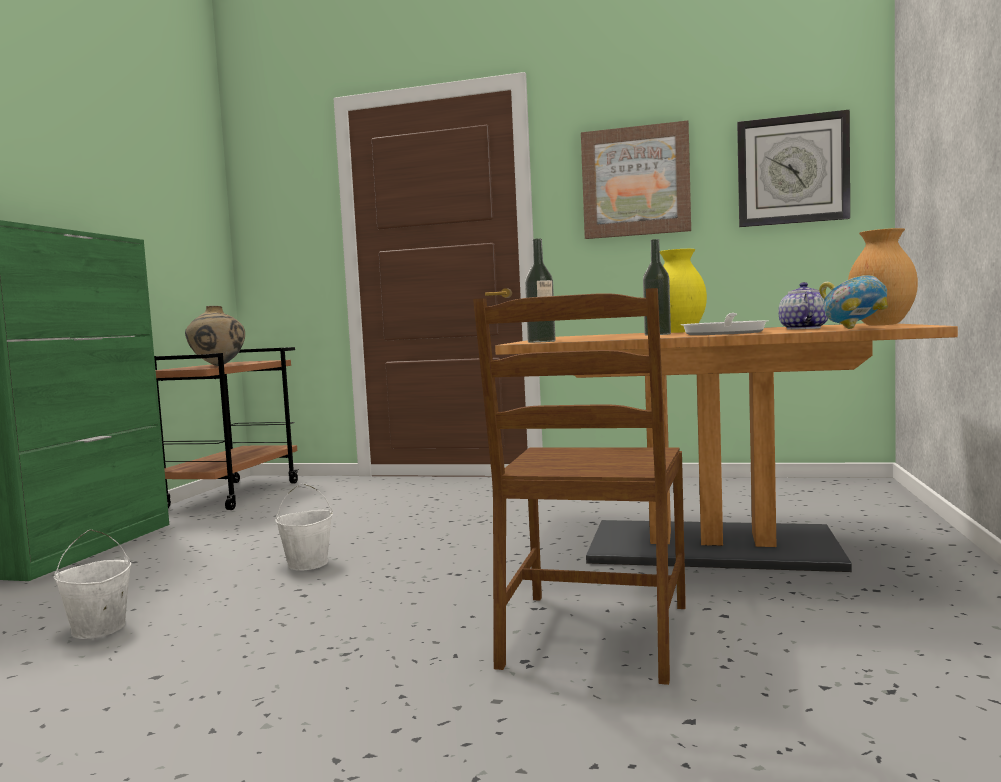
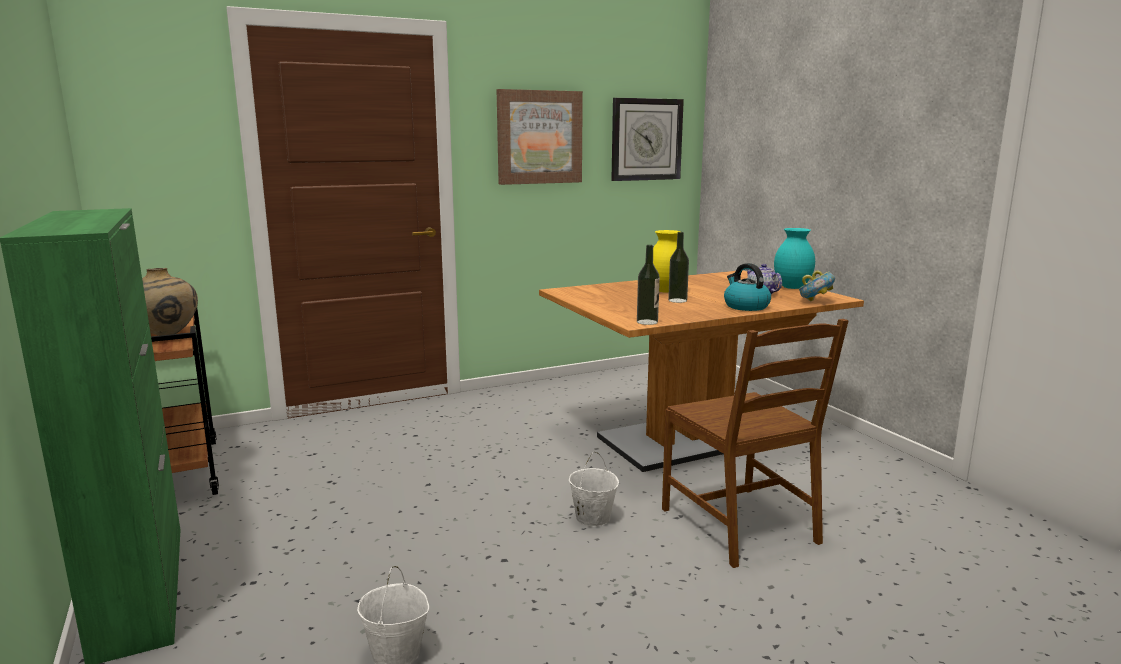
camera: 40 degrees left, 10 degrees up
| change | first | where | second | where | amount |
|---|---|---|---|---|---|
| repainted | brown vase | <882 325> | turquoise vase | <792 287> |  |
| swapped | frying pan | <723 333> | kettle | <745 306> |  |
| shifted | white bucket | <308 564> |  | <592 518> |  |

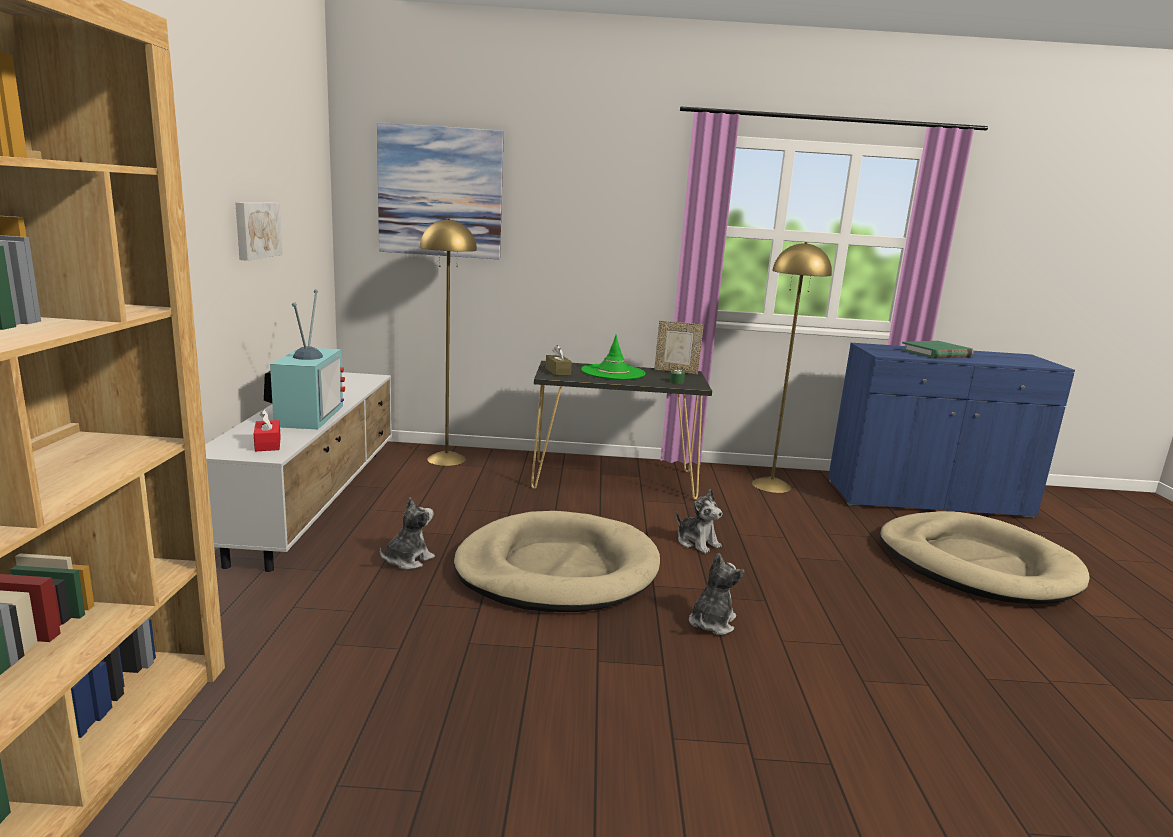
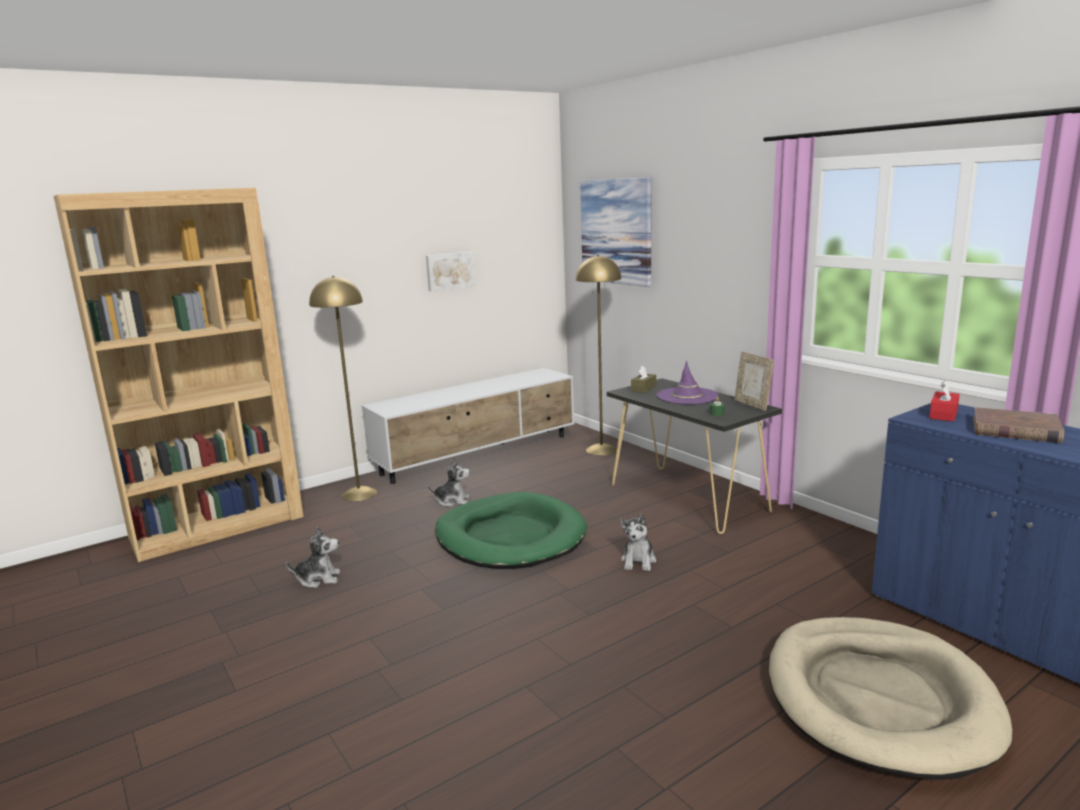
camera: 55 degrees right, 0 degrees up
| change | first | where | second | where | amount |
|---|---|---|---|---|---|
| shifted | yellow floor lamp | <771 485> |  | <359 494> |  |
| gone | television | <306 415> |  |  |  |
| repainted | green hat | <613 372> | purple hat | <687 396> |  |
| repainted | green book | <936 353> | brown book | <1015 430> |  |
| shifted | red tissue box | <268 444> |  | <943 414> |  |
| repainted | beige dog bed | <557 569> | green dog bed | <510 537> |  |
| shifted | plush toy | <711 623> |  | <318 579> |  |

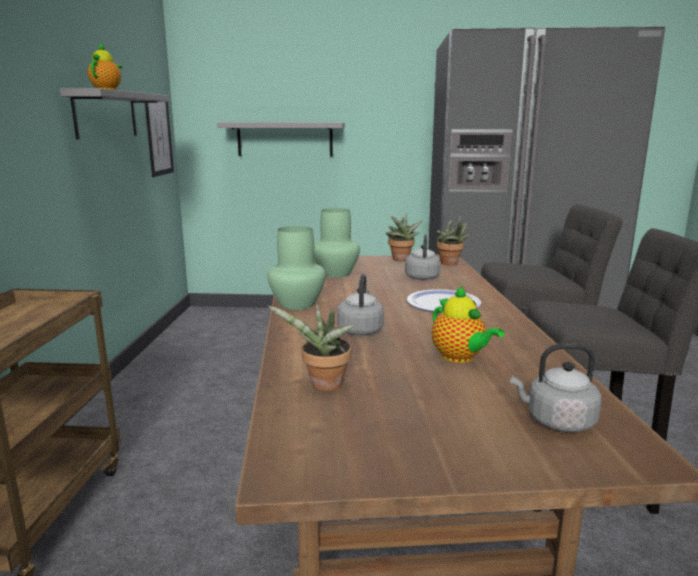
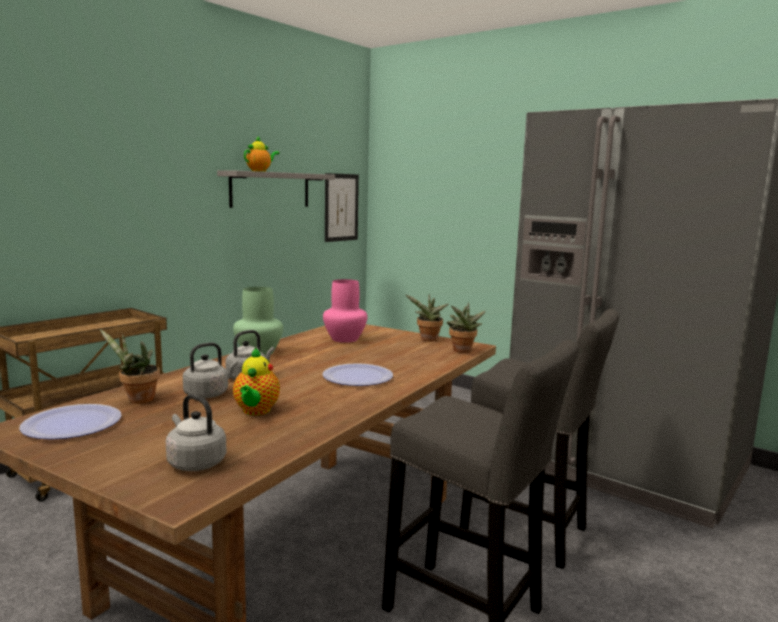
camera: 35 degrees right, 5 degrees down
| change | first | where | second | where | amount |
|---|---|---|---|---|---|
| gone | grey shelf | <284 139> |  |  |  |
| repainted | green vase | <336 273> | pink vase | <345 339> |  |
| shifted | grey kettle | <422 277> |  | <208 394> |  |
| new |  |  | plate | <72 424> |  |

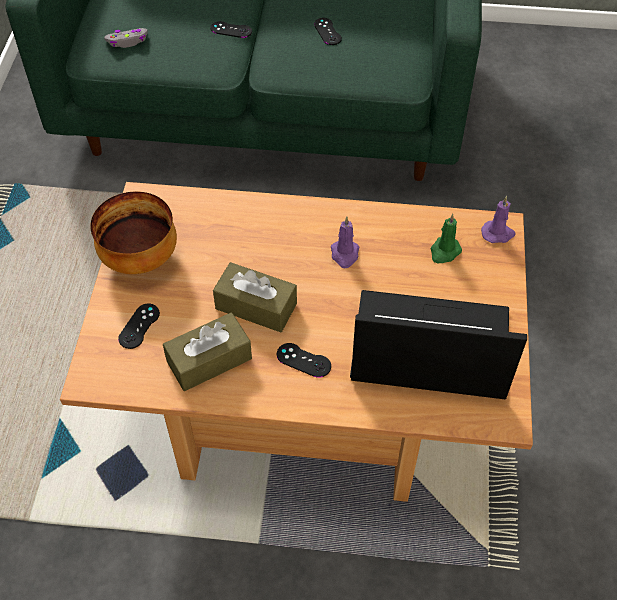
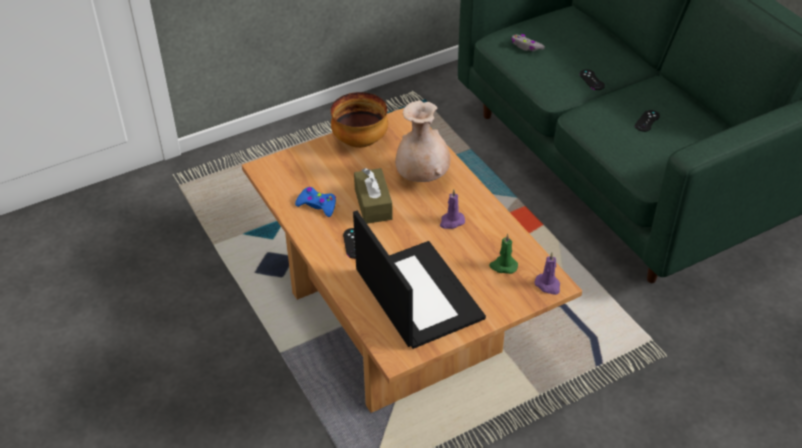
camera: 55 degrees right, 10 degrees down
| change | first | where | second | where | amount |
|---|---|---|---|---|---|
| gone | black game controller | <139 326> |  |  |  |
| swapped | brown tissue box | <209 360> | blue game controller | <317 205> |  |
| new |  |  | beige vase | <422 177> |  |

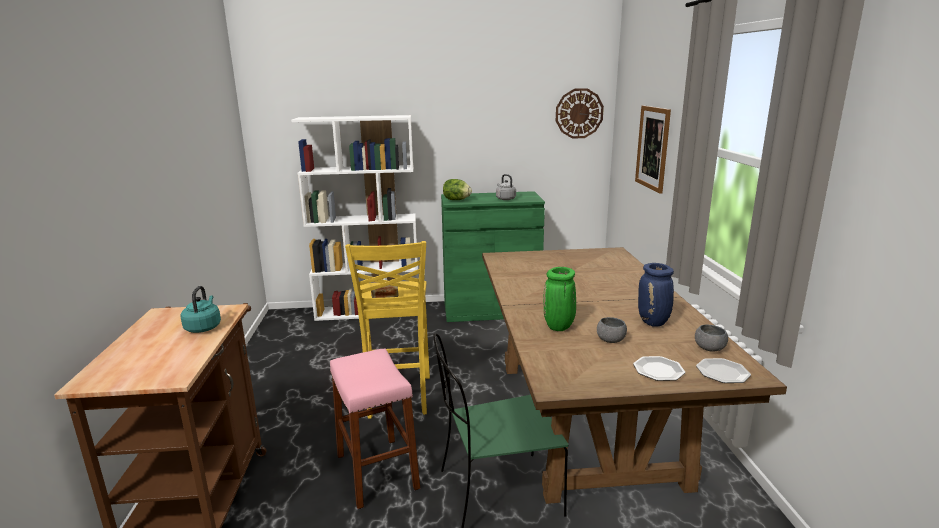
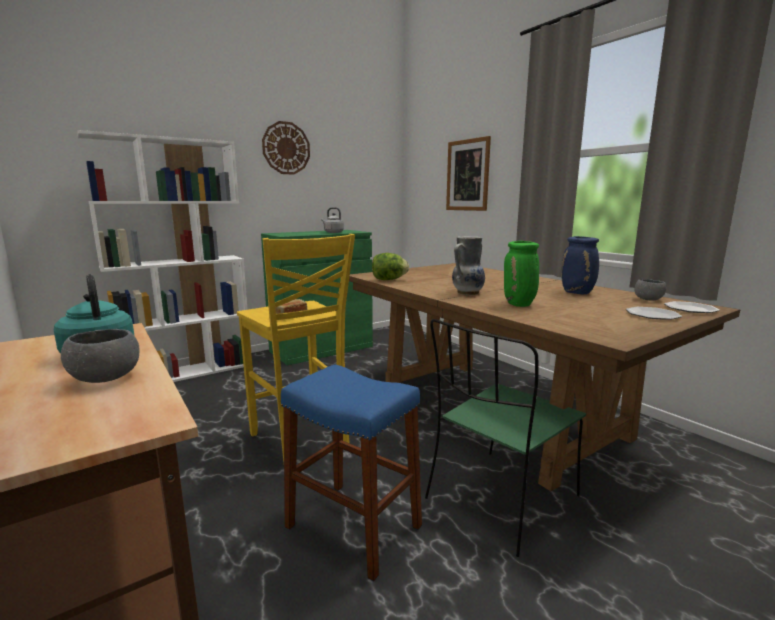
camera: 30 degrees left, 5 degrees down
| change | first | where | second | where | amount |
|---|---|---|---|---|---|
| shifted | wall clock | <579 113> |  | <286 148> |  |
| shifted | lettuce | <456 200> |  | <389 280> |  |
| shifted | grey bowl | <611 340> |  | <106 378> |  |
| repainted | pink stool | <377 471> | blue stool | <353 526> |  |
| new |  |  | vase | <467 293> |  |

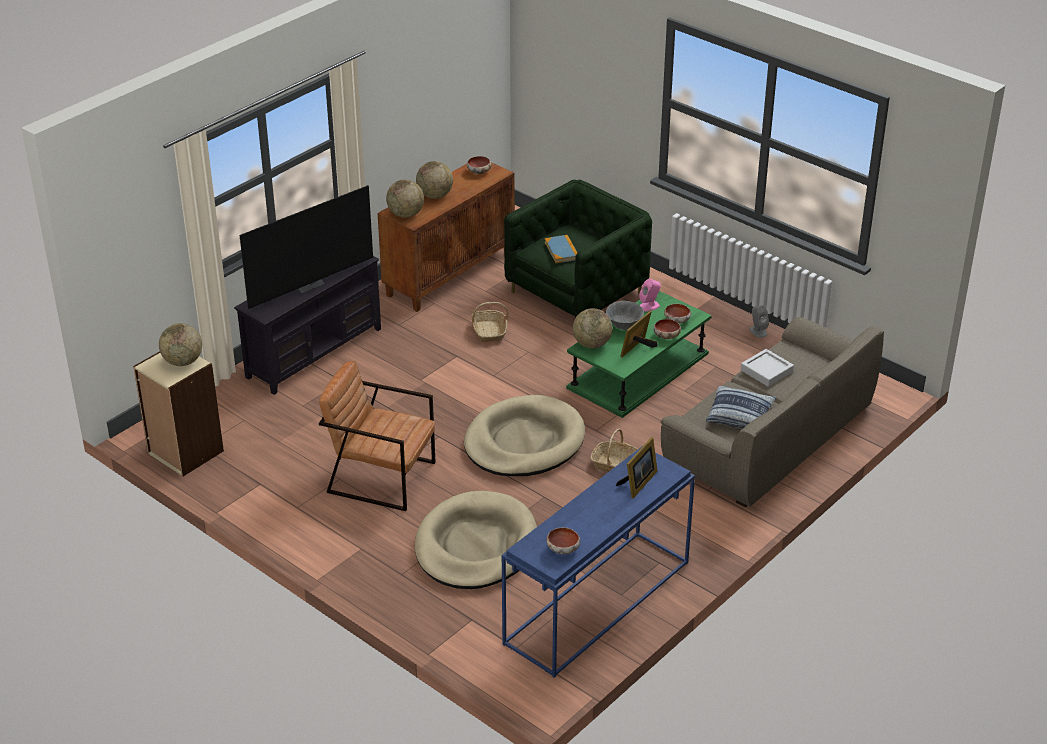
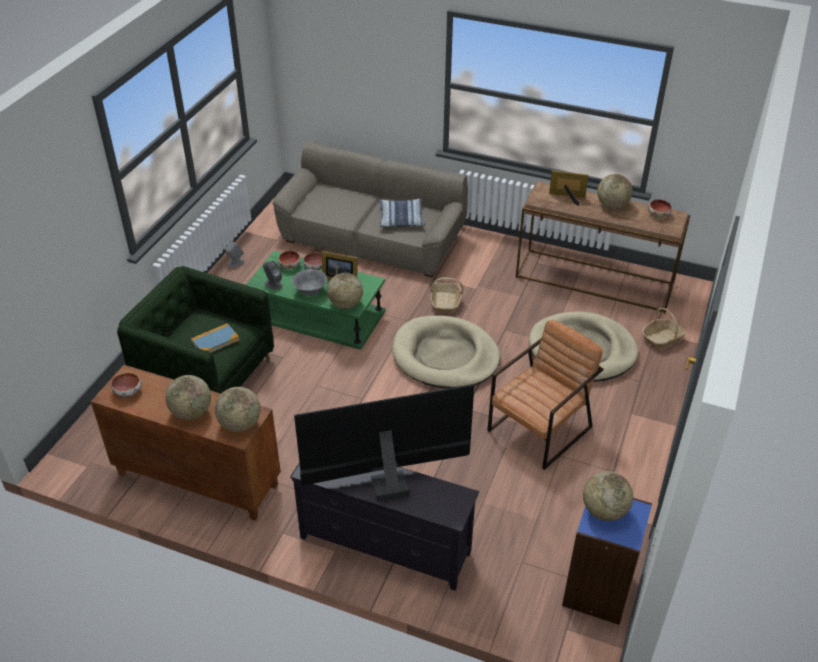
camera: 110 degrees left, 5 degrees up
| change | first | where | second | where | amount |
|---|---|---|---|---|---|
| rotated | television | <308 284> |  | <388 481> | 45 degrees counterclockwise |
| repainted | pink speaker | <649 306> | grey speaker | <273 284> |  |
| shifted | basket | <489 331> |  | <662 339> |  |
| gone | grey tray | <766 371> |  |  |  |
| repainted | beige bookcase | <185 452> | blue bookcase | <598 591> |  |
| rotated | brown armchair | <381 477> |  | <540 429> | 135 degrees counterclockwise |
| repainted | blue console table | <598 604> | brown console table | <595 280> |  |
| new |  |  | globe | <612 205> |  |

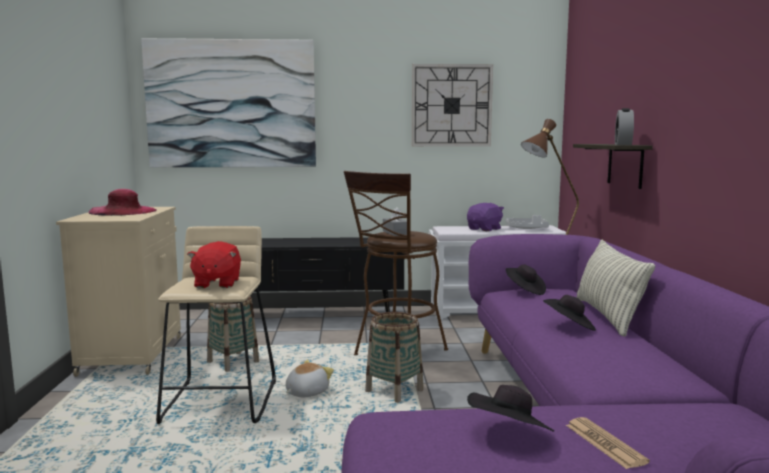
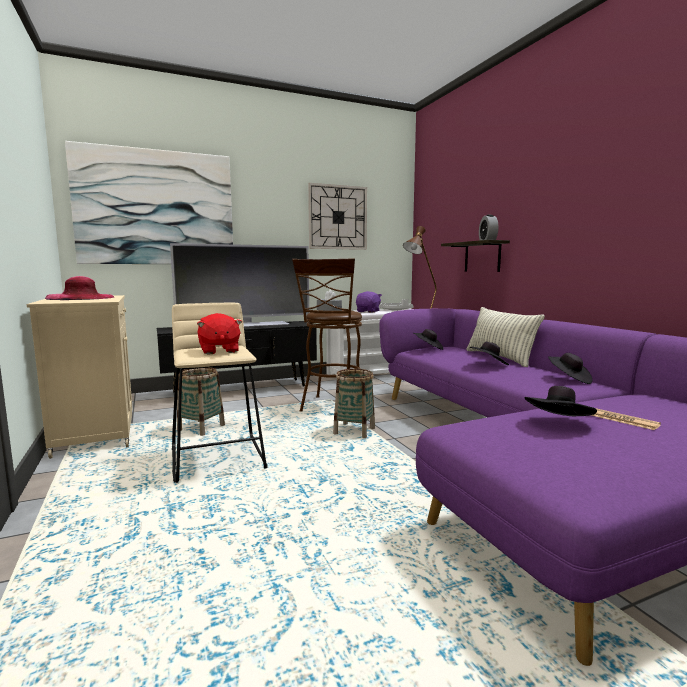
camera: 20 degrees left, 0 degrees up
| change | first | where | second | where | amount |
|---|---|---|---|---|---|
| gone | plush toy | <306 392> |  |  |  |
| new |  |  | television | <249 325> |  |
| new |  |  | black hat | <569 379> |  |

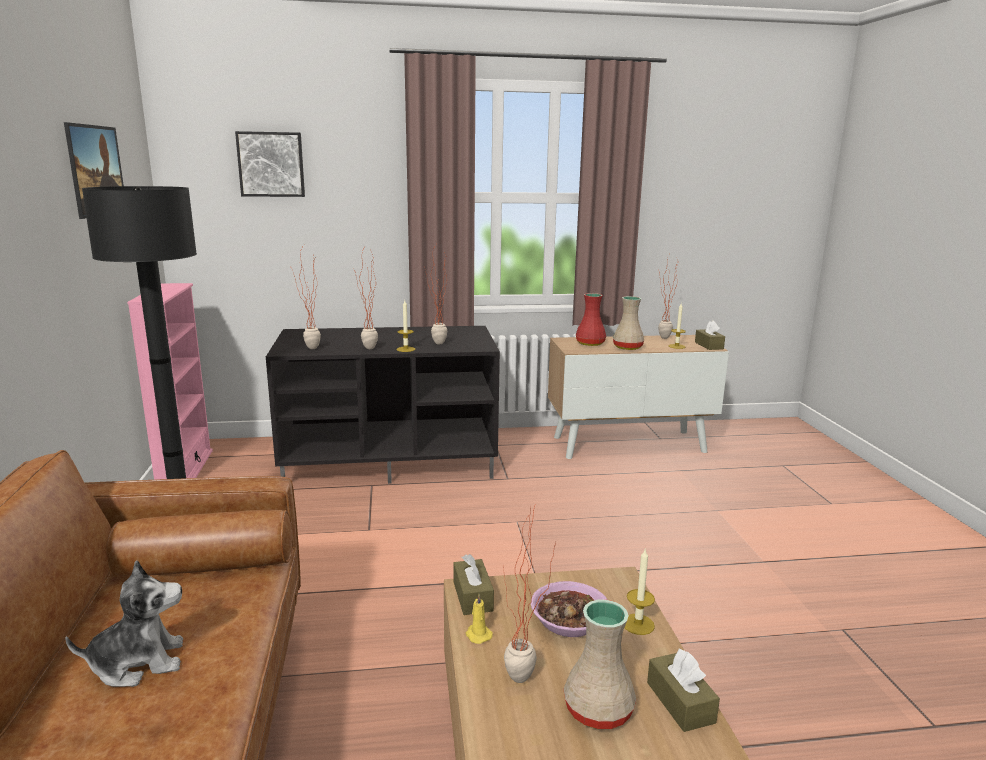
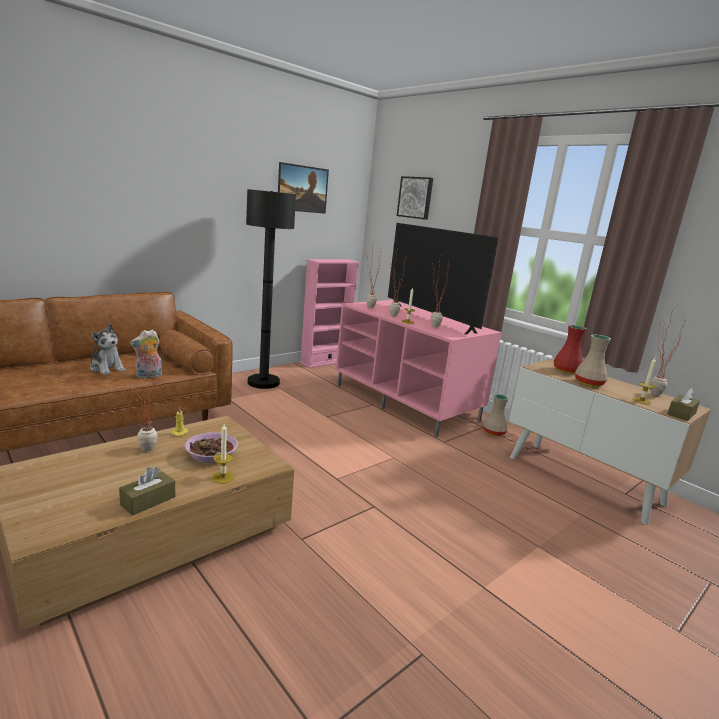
camera: 55 degrees right, 0 degrees up
| change | first | where | second | where | amount |
|---|---|---|---|---|---|
| repainted | black tv stand | <391 461> | pink tv stand | <407 402> |  |
| gone | brown tissue box | <472 596> |  |  |  |
| shifted | beige vase | <597 709> |  | <493 432> |  |
| new |  |  | television | <430 318> |  |
| new |  |  | plush toy | <148 376> |  |

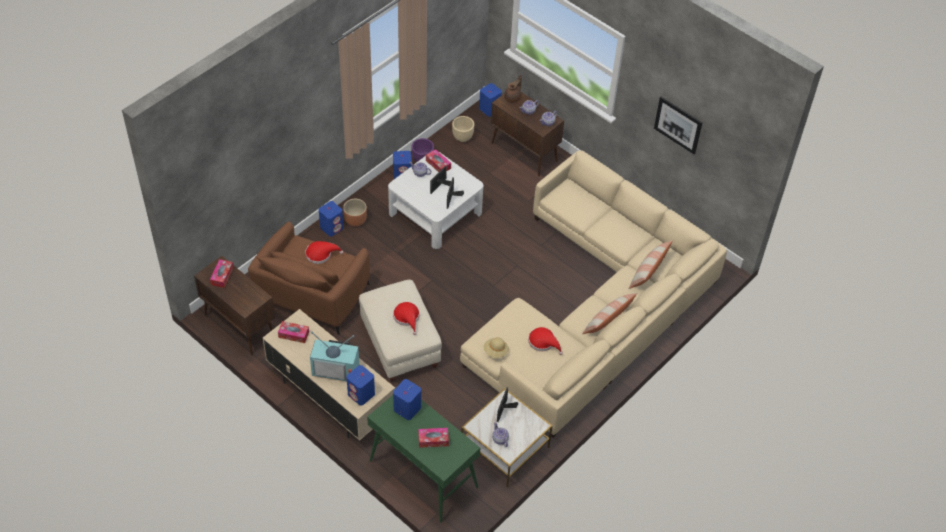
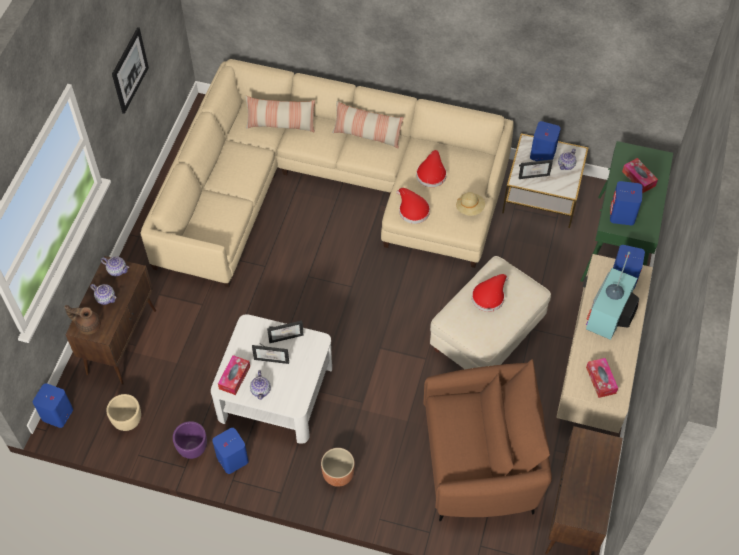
camera: 115 degrees left, 5 degrees up
| change | first | where | second | where | amount |
|---|---|---|---|---|---|
| shifted | blue speaker | <332 227> |  | <542 154> |  |
| shifted | red hat | <321 254> |  | <412 210> |  |
| gone | tissue box | <222 276> |  |  |  |
| rotated | television | <337 368> |  | <610 316> | 135 degrees counterclockwise |

